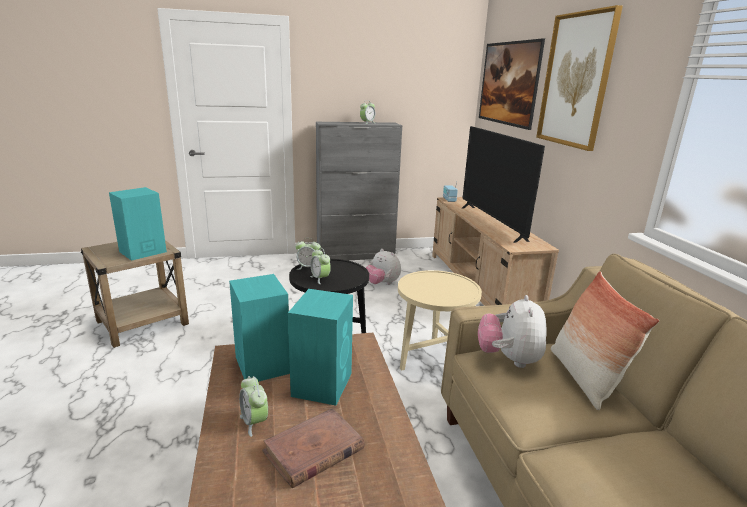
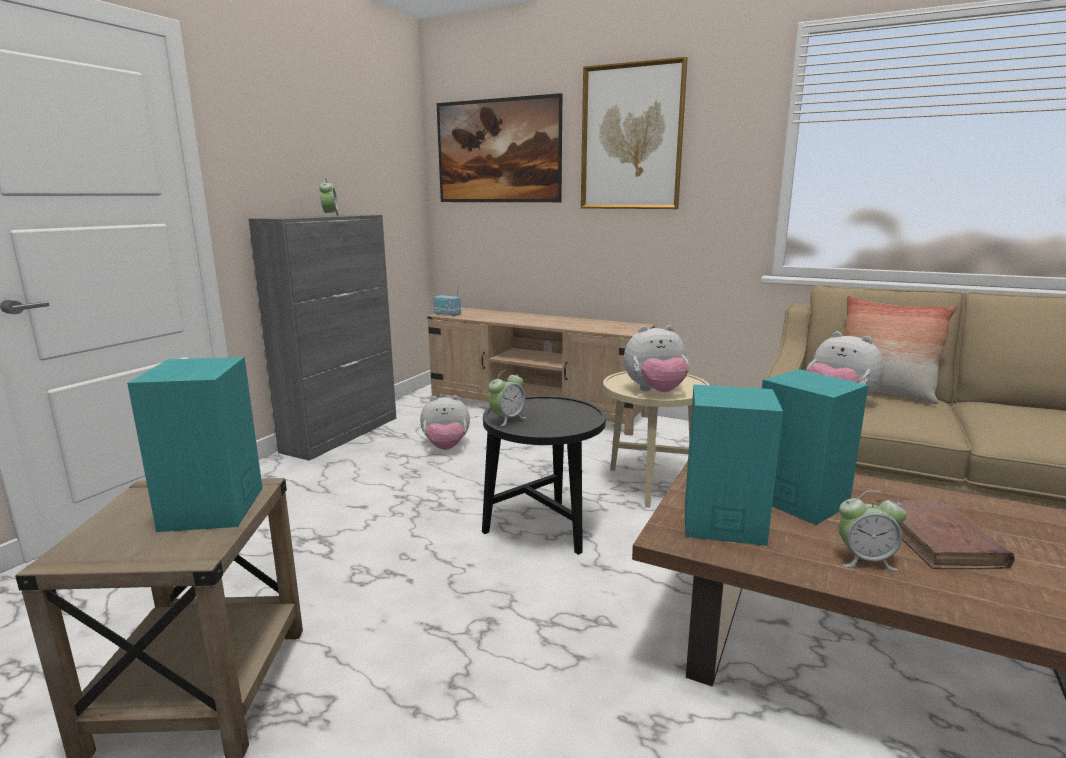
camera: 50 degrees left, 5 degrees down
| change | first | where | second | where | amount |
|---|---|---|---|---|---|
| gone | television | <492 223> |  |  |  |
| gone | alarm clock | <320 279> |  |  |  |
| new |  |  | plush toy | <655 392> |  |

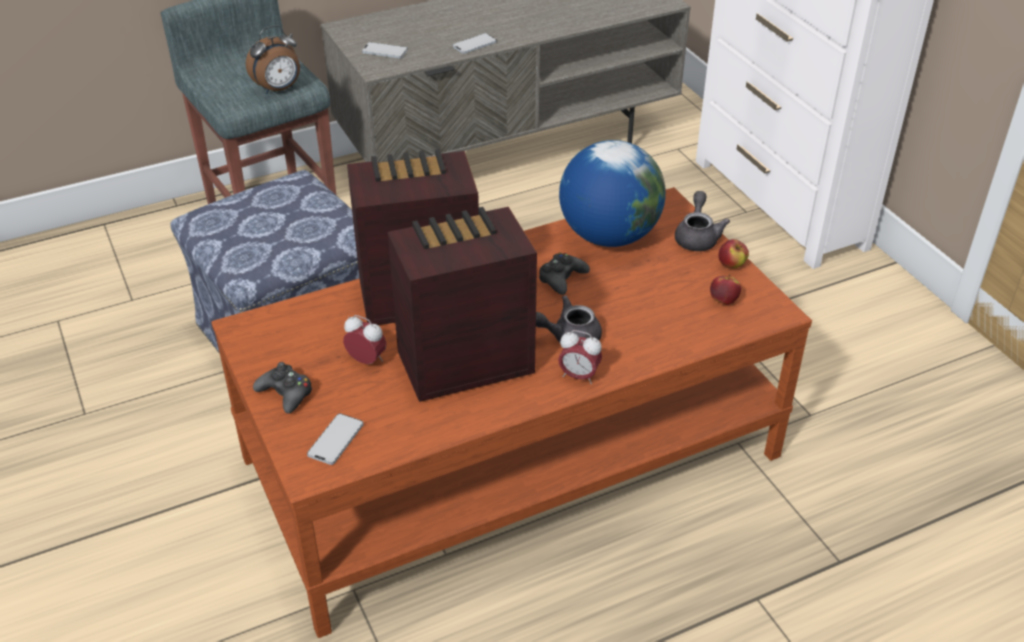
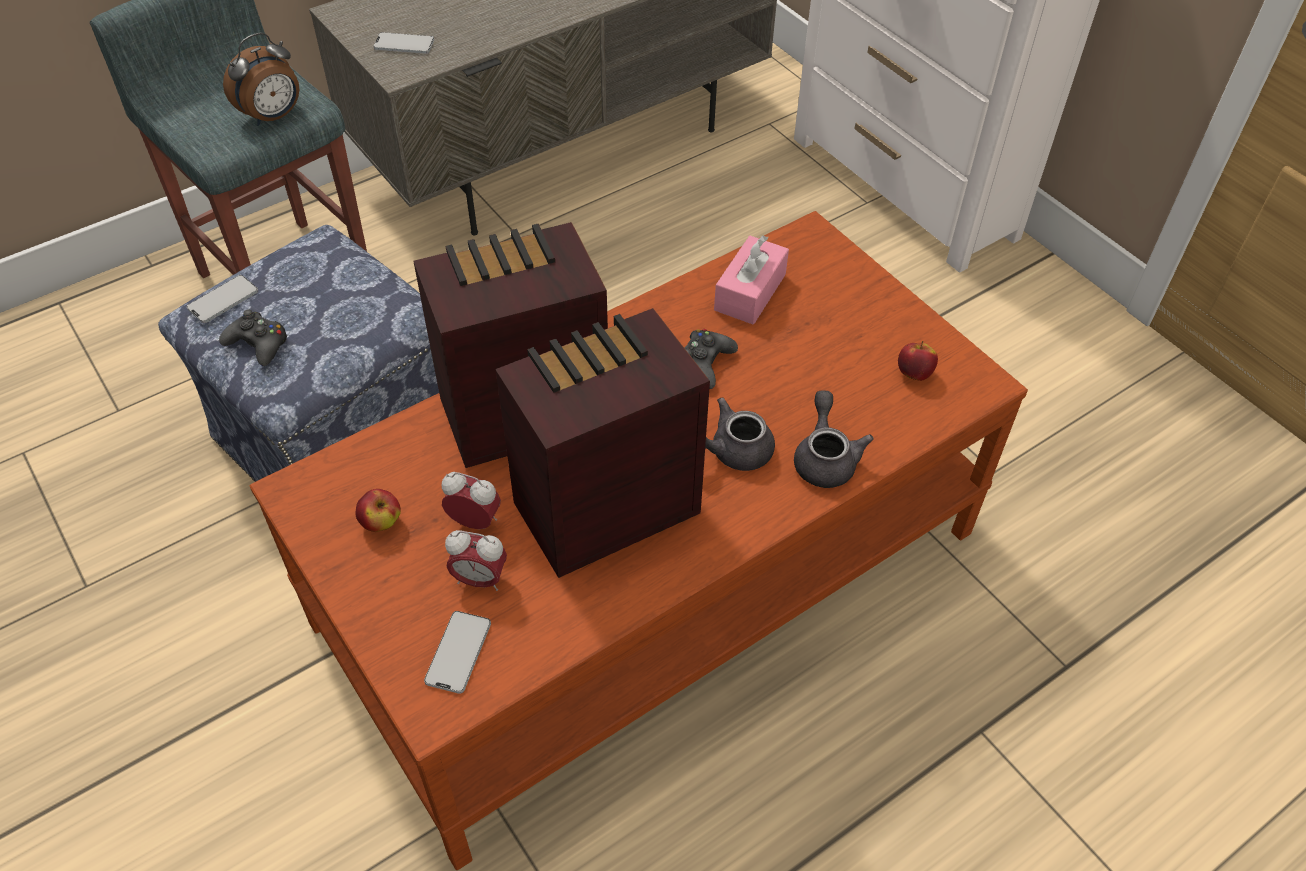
camera: 10 degrees left, 10 degrees up
| change | first | where | second | where | amount |
|---|---|---|---|---|---|
| shifted | phone | <474 44> |  | <223 300> |  |
| swapped | globe | <609 236> | pink tissue box | <750 292> |  |
| shifted | grey teapot | <697 237> |  | <825 458> |  |
| shifted | apple | <731 265> |  | <381 523> |  |
| shifted | alarm clock | <579 376> |  | <480 579> |  |
| shifted | black game controller | <286 393> |  | <258 344> |  |

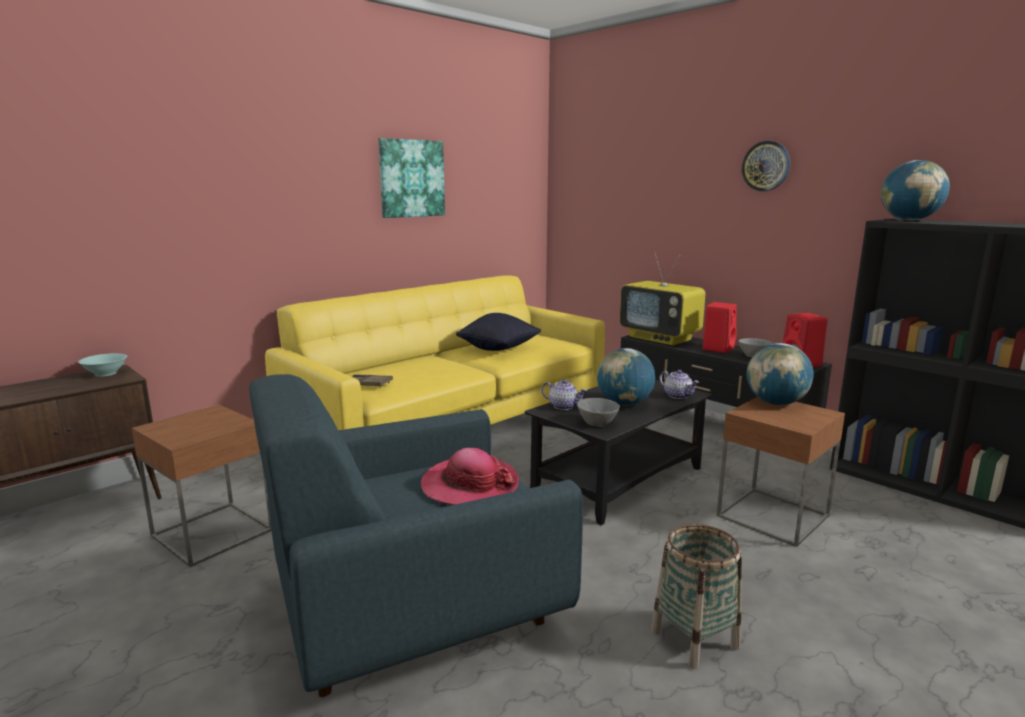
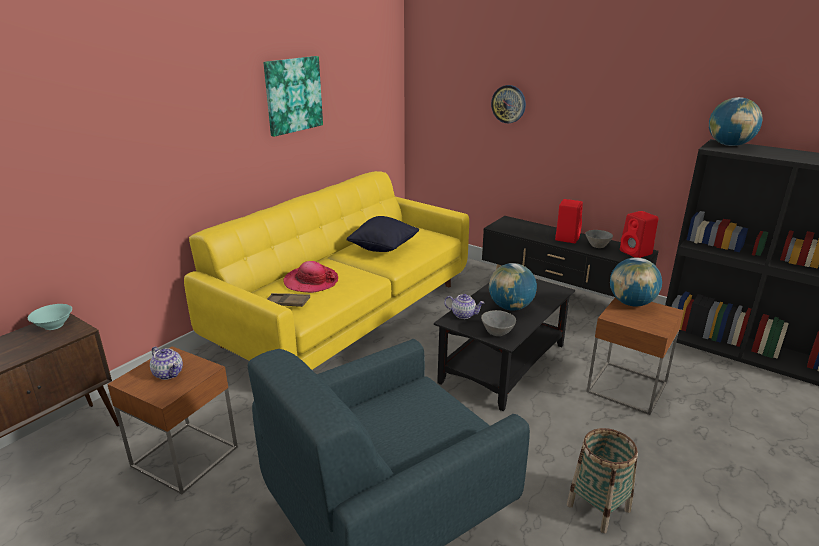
camera: 10 degrees left, 10 degrees up
| change | first | where | second | where | amount |
|---|---|---|---|---|---|
| shifted | wall clock | <766 166> |  | <508 104> |  |
| gone | television | <660 338> |  |  |  |
| shifted | teapot | <678 395> |  | <169 373> |  |
| shifted | hat | <470 485> |  | <311 281> |  |

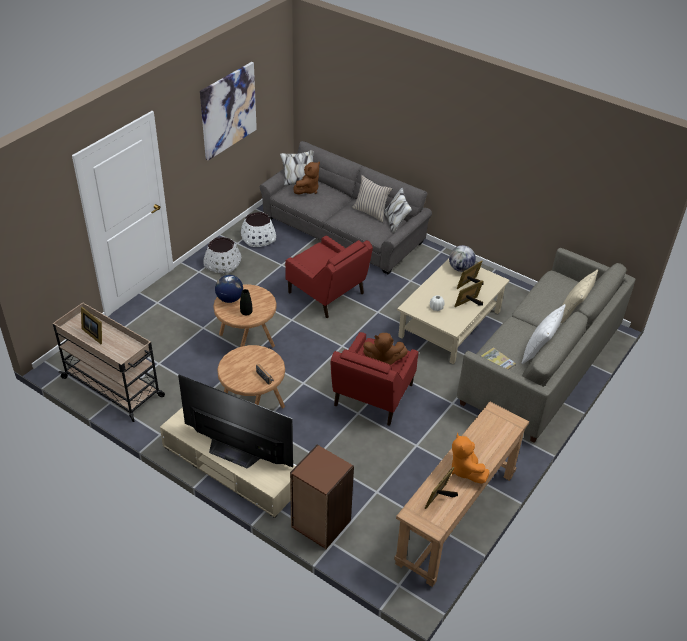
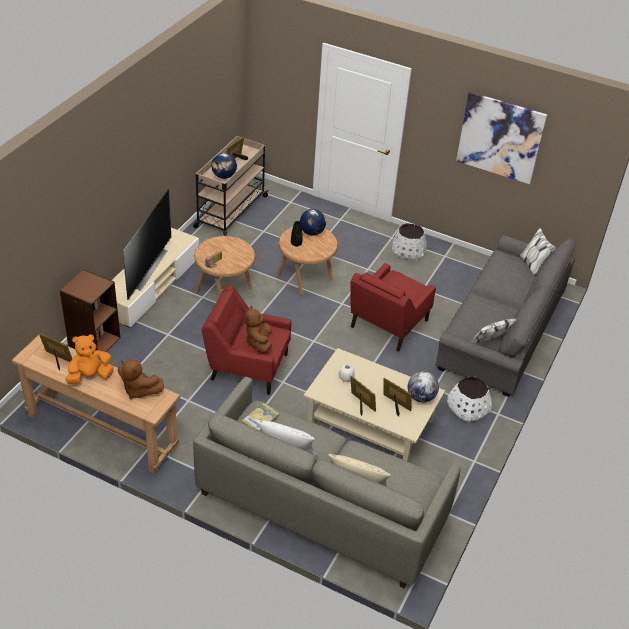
camera: 80 degrees right, 0 degrees up
| change | first | where | second | where | amount |
|---|---|---|---|---|---|
| shifted | brown plush toy | <308 190> |  | <138 390> |  |
| gone | beige pillow | <371 212> |  |  |  |
| shifted | white planter | <258 238> |  | <468 407> |  |
| new |  |  | globe | <224 176> |  |

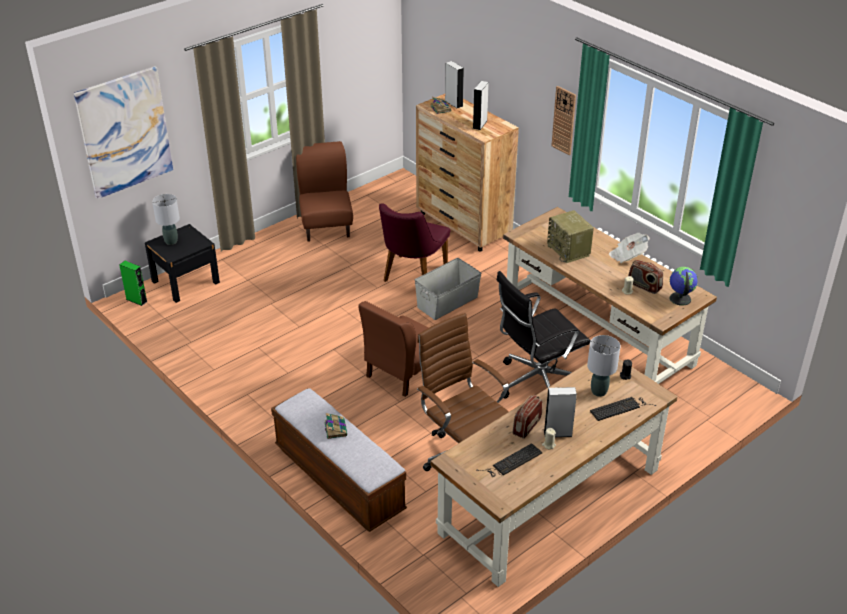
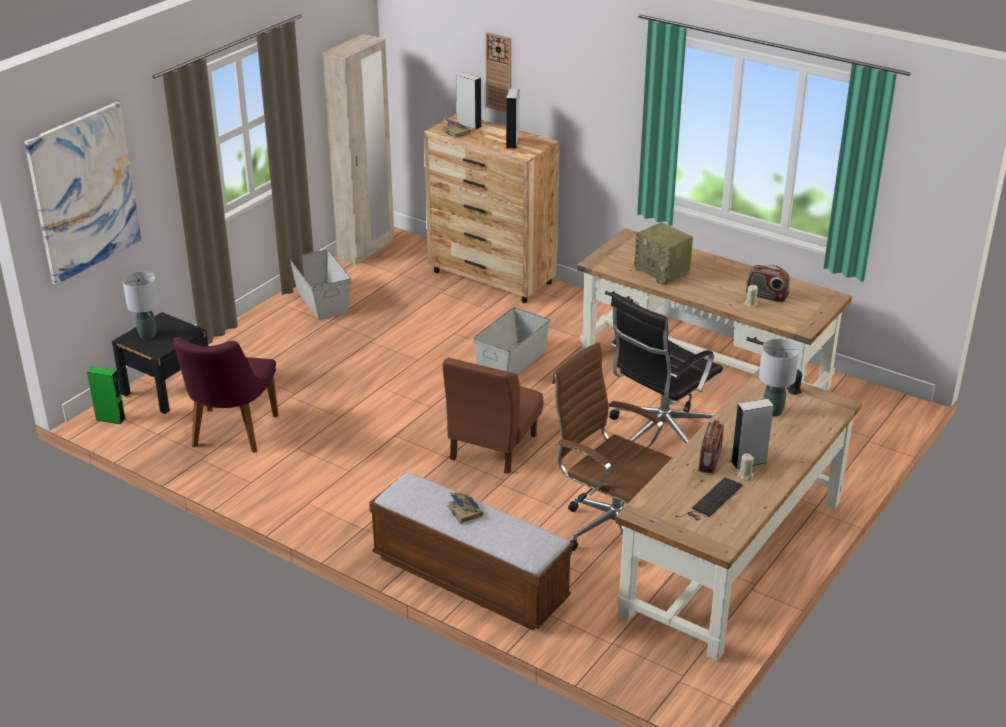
camera: 15 degrees left, 5 degrees down
| change | first | where | second | where | amount |
|---|---|---|---|---|---|
| shifted | wall clock | <564 120> |  | <499 72> |  |
| swapped | brown chair | <326 226> | grey storage box | <322 300> |  |
| shifted | purple chair | <411 277> |  | <230 435> |  |
| gone | newspaper | <627 256> |  |  |  |
| gone | globe | <679 299> |  |  |  |
| gone | keyboard | <621 408> |  |  |  |
| new |  |  | beige wardrobe | <366 249> |  |

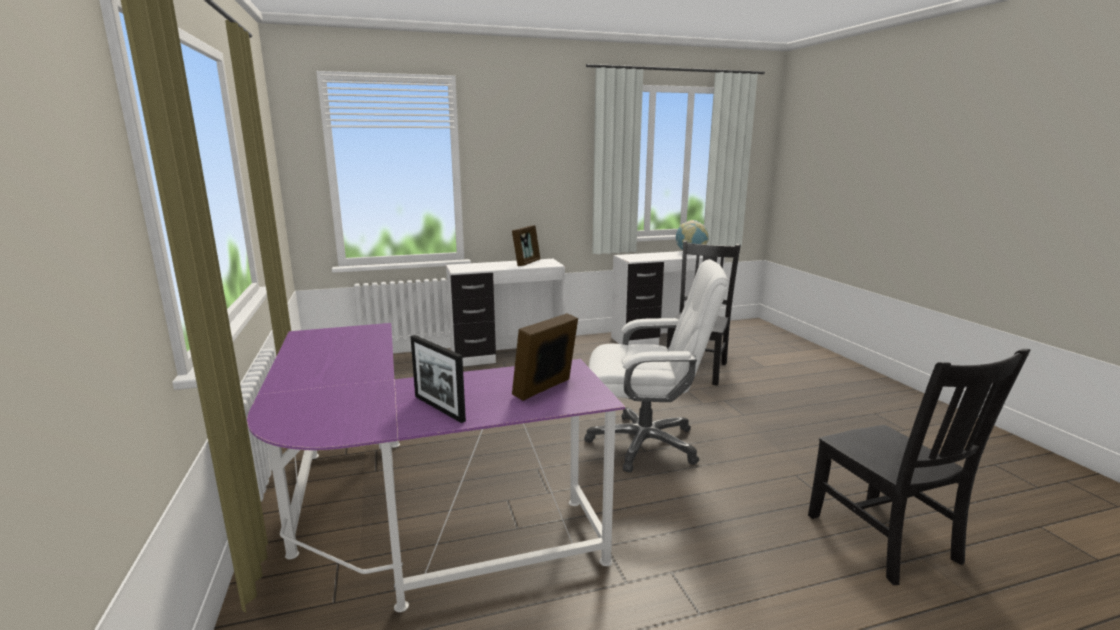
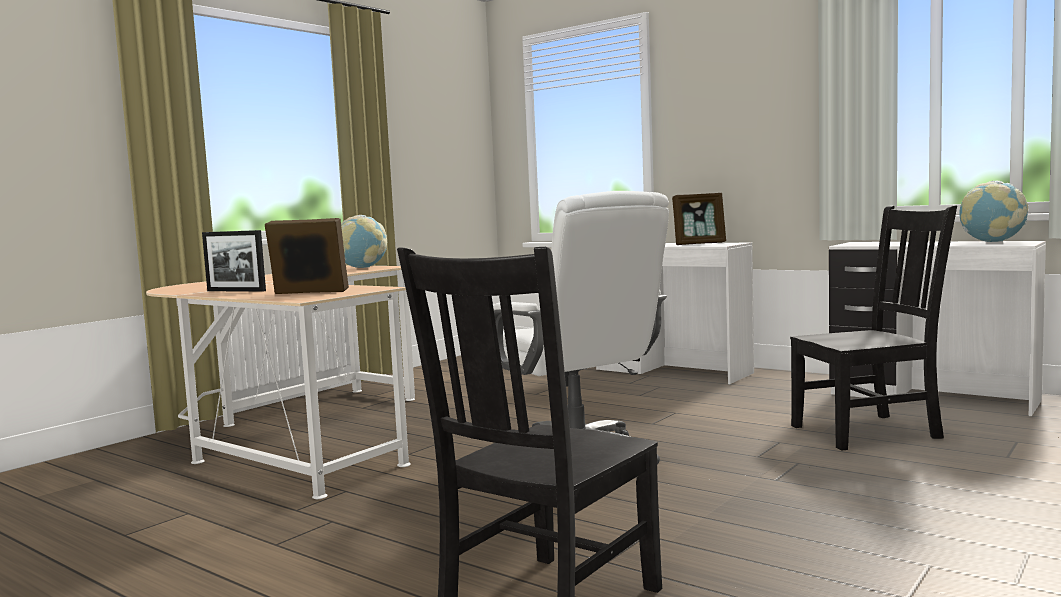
camera: 55 degrees right, 10 degrees down
| change | first | where | second | where | amount |
|---|---|---|---|---|---|
| repainted | purple desk | <409 525> | beige desk | <298 436> |  |
| rotated | picture frame | <439 408> |  | <236 291> | 75 degrees counterclockwise |
| new |  |  | globe | <362 268> |  |

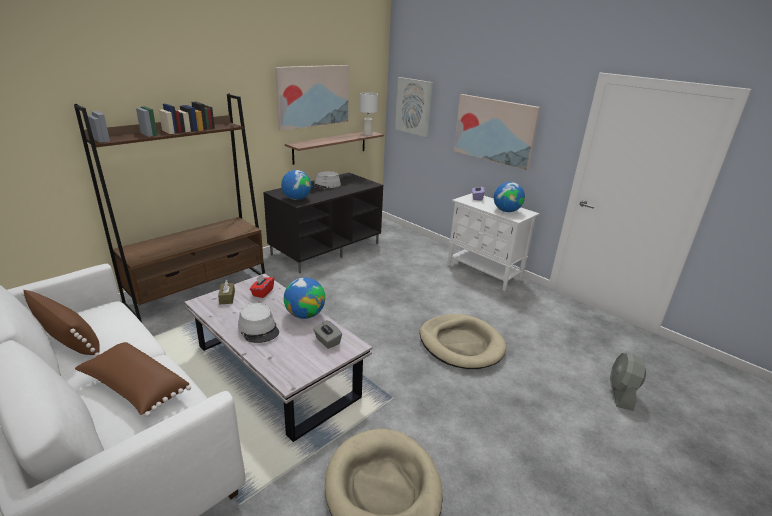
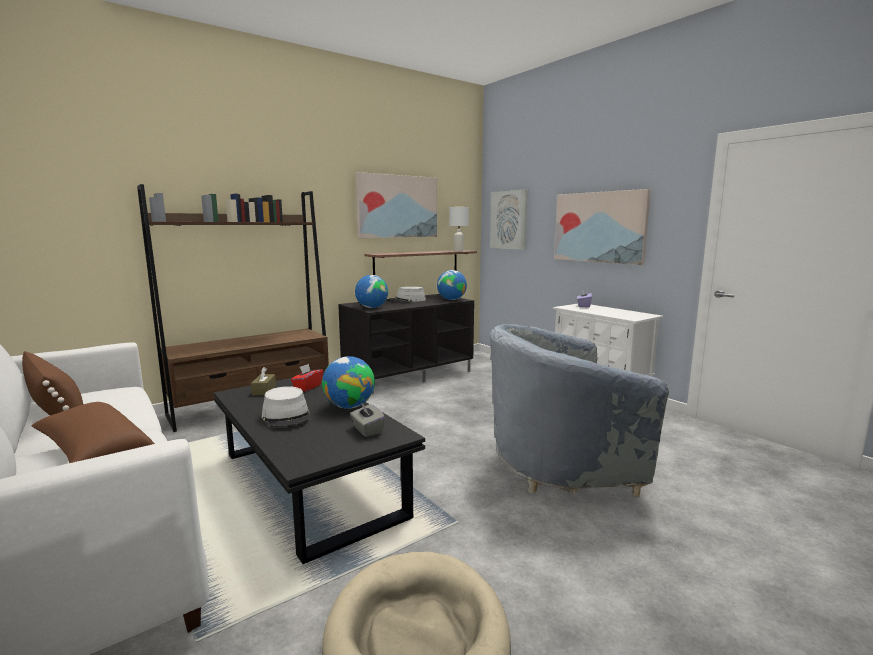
camera: 10 degrees right, 15 degrees down
| change | first | where | second | where | amount |
|---|---|---|---|---|---|
| shifted | globe | <506 211> |  | <451 299> |  |
| repainted | white coffee table | <276 371> | black coffee table | <310 484> |  |
| swapped | beige dog bed | <461 344> | grey armchair | <562 467> |  |
| gone | grey fan | <621 393> |  |  |  |

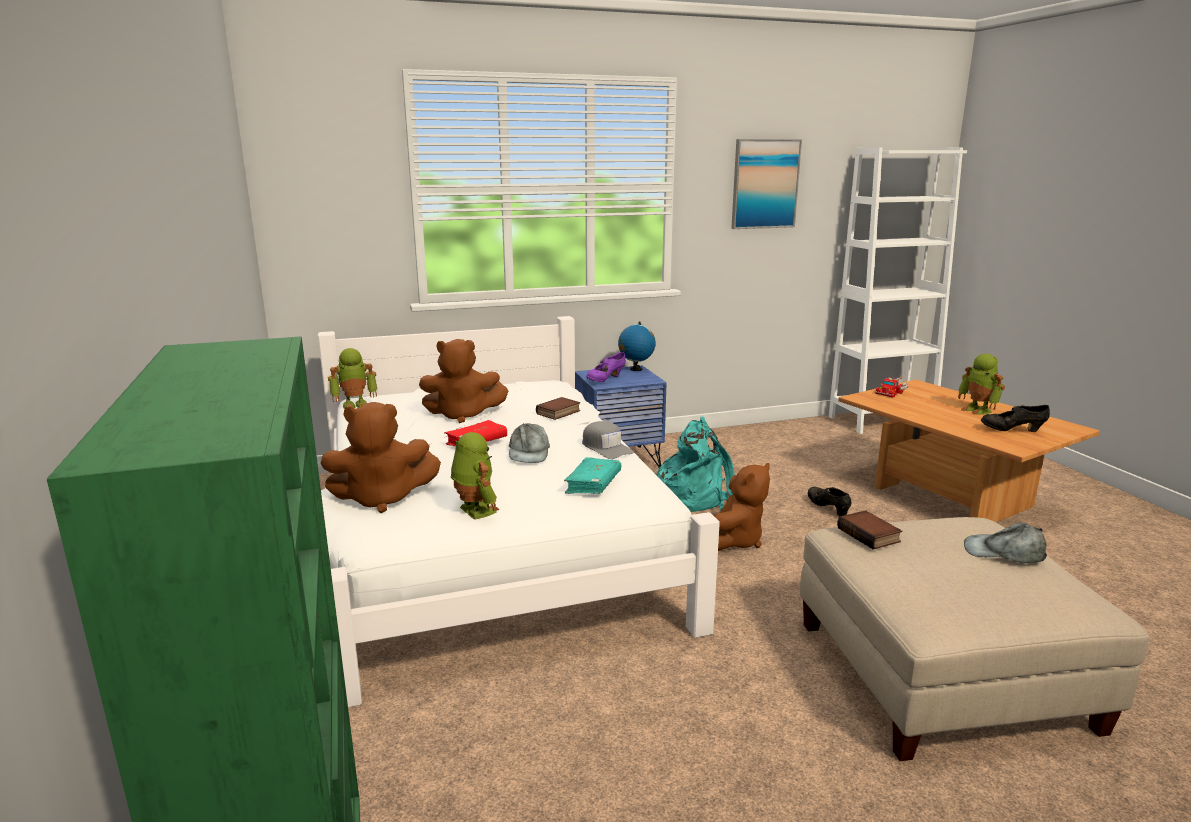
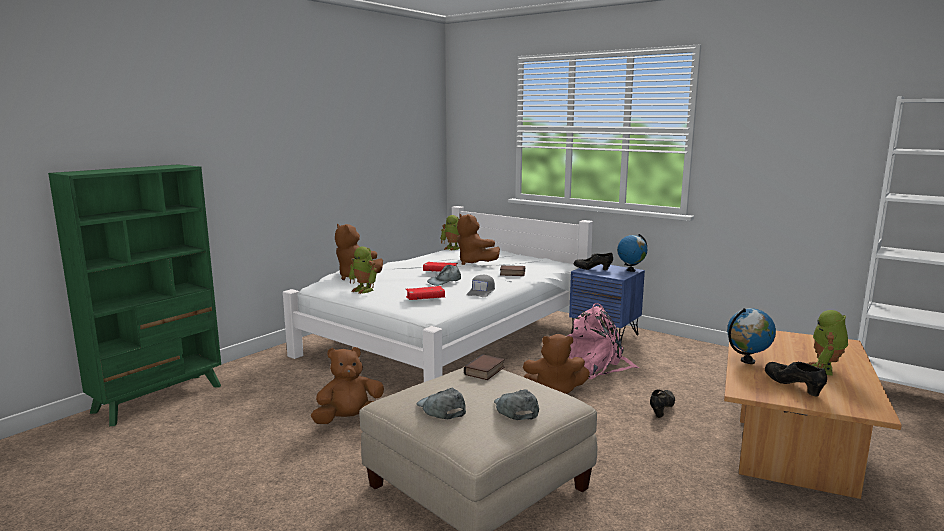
camera: 55 degrees right, 5 degrees down
| change | first | where | second | where | amount |
|---|---|---|---|---|---|
| gone | picture | <765 184> |  |  |  |
| repainted | purple shoe | <605 380> | black shoe | <592 269> |  |
| gone | toy truck | <891 392> |  |  |  |
| repainted | turquoise backpack | <695 496> | pink backpack | <596 367> |  |
| rotated | toy robot | <474 511> |  | <364 290> | 105 degrees clockwise |
| repainted | turquoise book | <593 484> | red book | <425 299> |  |
| new |  |  | globe | <747 361> |  |
| new |  |  | brown plush toy | <350 420> |  |
| new |  |  | grey cap | <441 408> |  |

